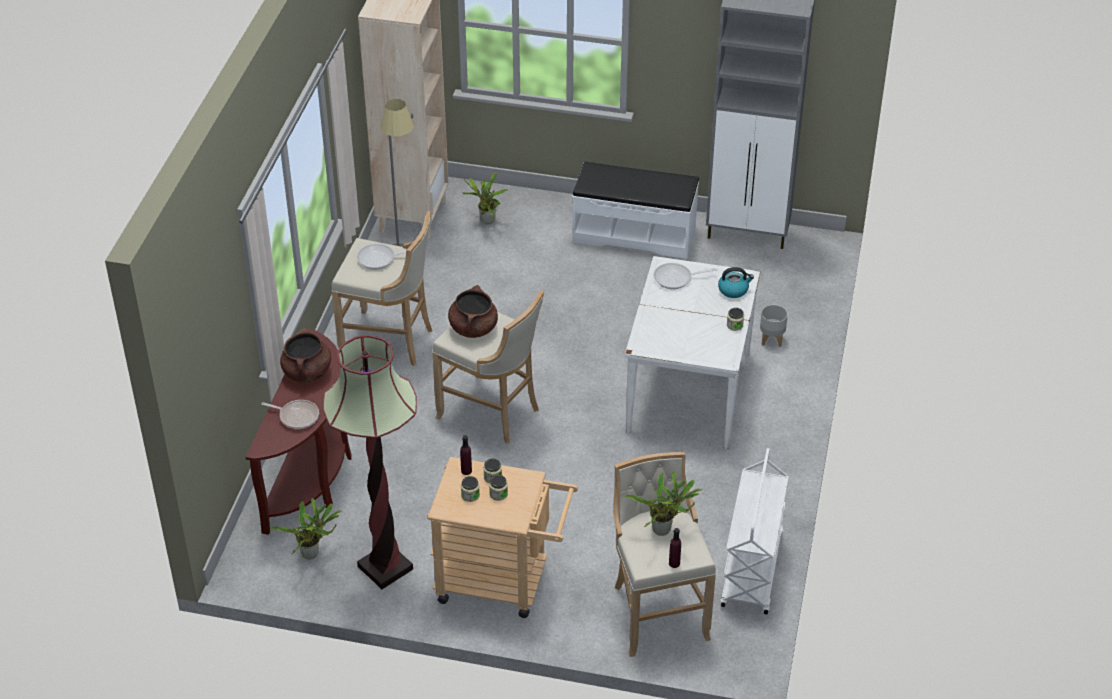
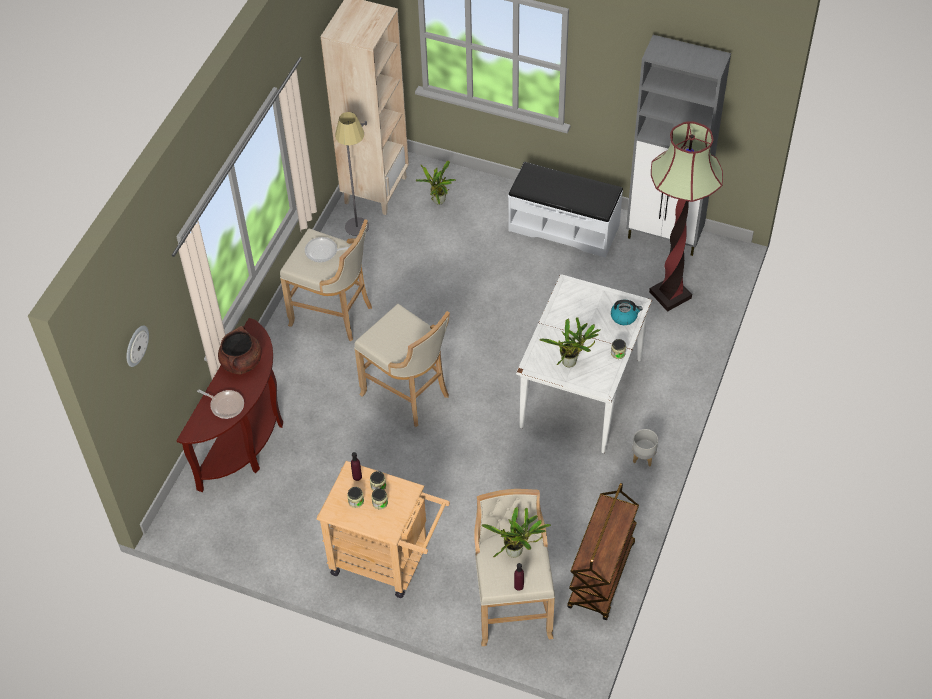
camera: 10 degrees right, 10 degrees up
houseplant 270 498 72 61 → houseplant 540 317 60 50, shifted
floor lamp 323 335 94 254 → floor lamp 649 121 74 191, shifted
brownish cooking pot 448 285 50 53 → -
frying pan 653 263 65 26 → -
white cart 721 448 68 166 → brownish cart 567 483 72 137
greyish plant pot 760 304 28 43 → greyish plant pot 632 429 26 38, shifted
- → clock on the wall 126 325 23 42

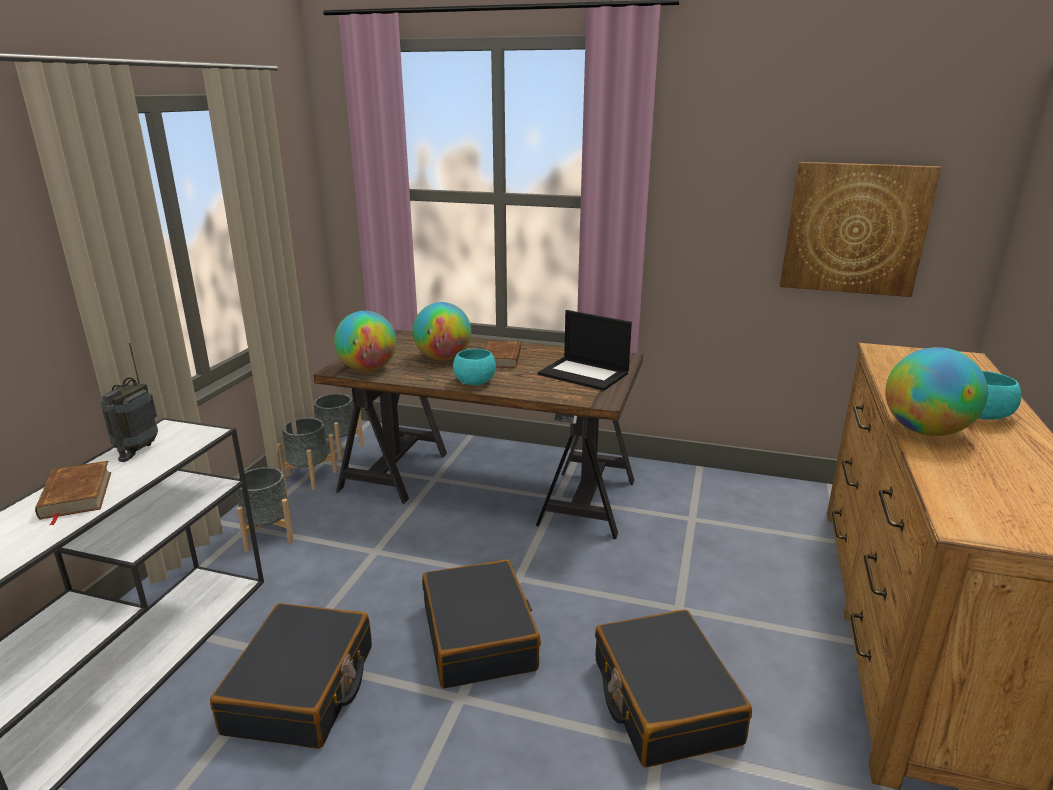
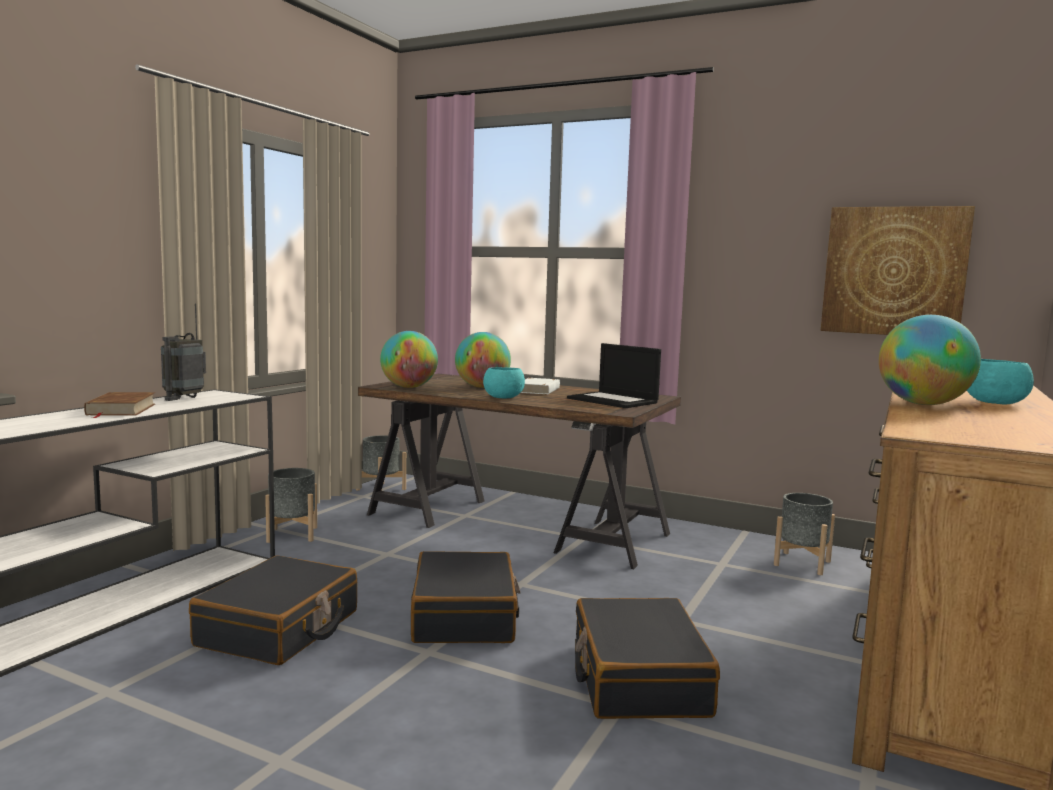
camera: 10 degrees right, 15 degrees down
greyish plant pot 278 418 60 72 → greyish plant pot 774 493 61 82, shifted
brownish bound book 485 341 36 27 → white bound book 521 378 39 16

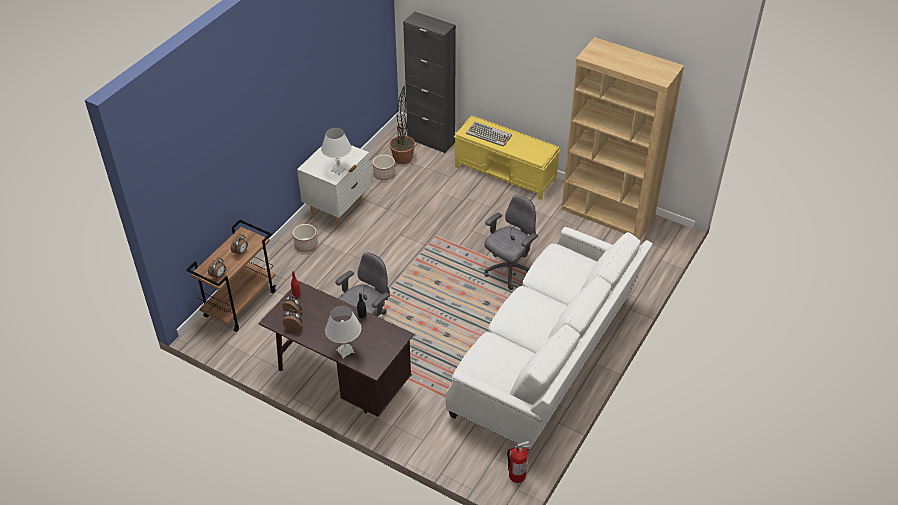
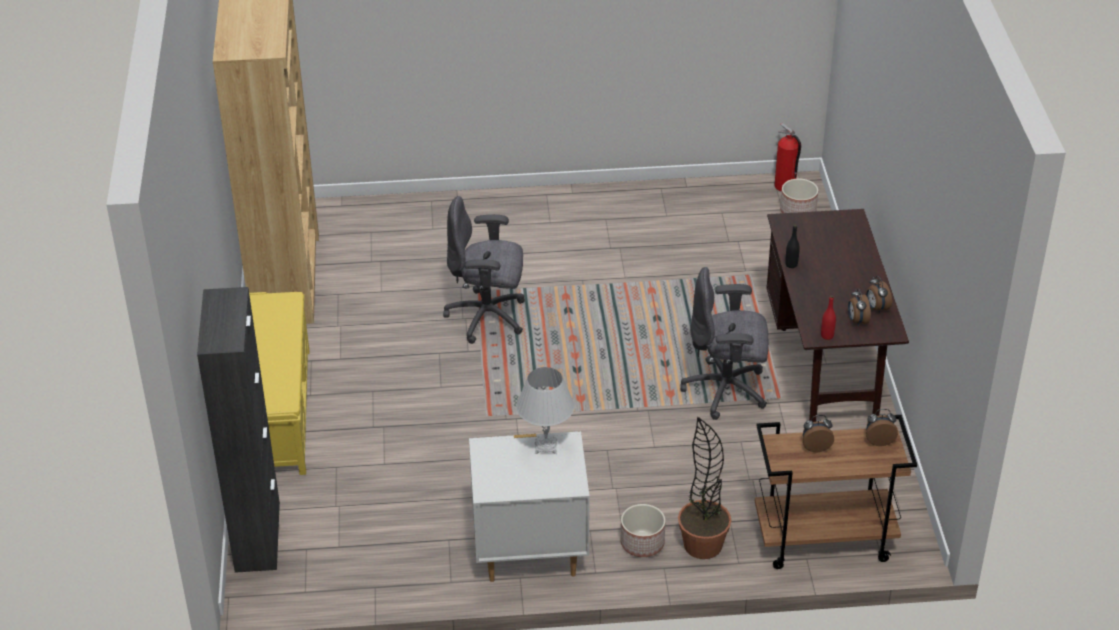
camera: 125 degrees left, 5 degrees down
white lamp for a table 325 306 36 53 → -
plant pot 373 155 22 25 → plant pot 780 178 38 35, shifted
houseplant 389 86 26 78 → houseplant 678 417 54 142, shifted
white settee 445 227 207 224 → -
computer keyboard 466 121 46 26 → -

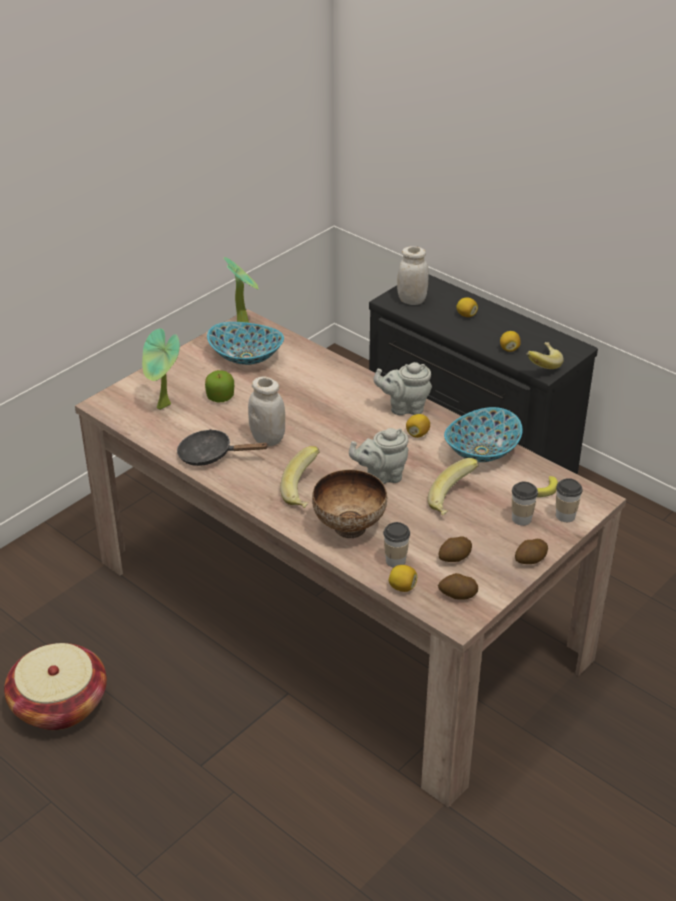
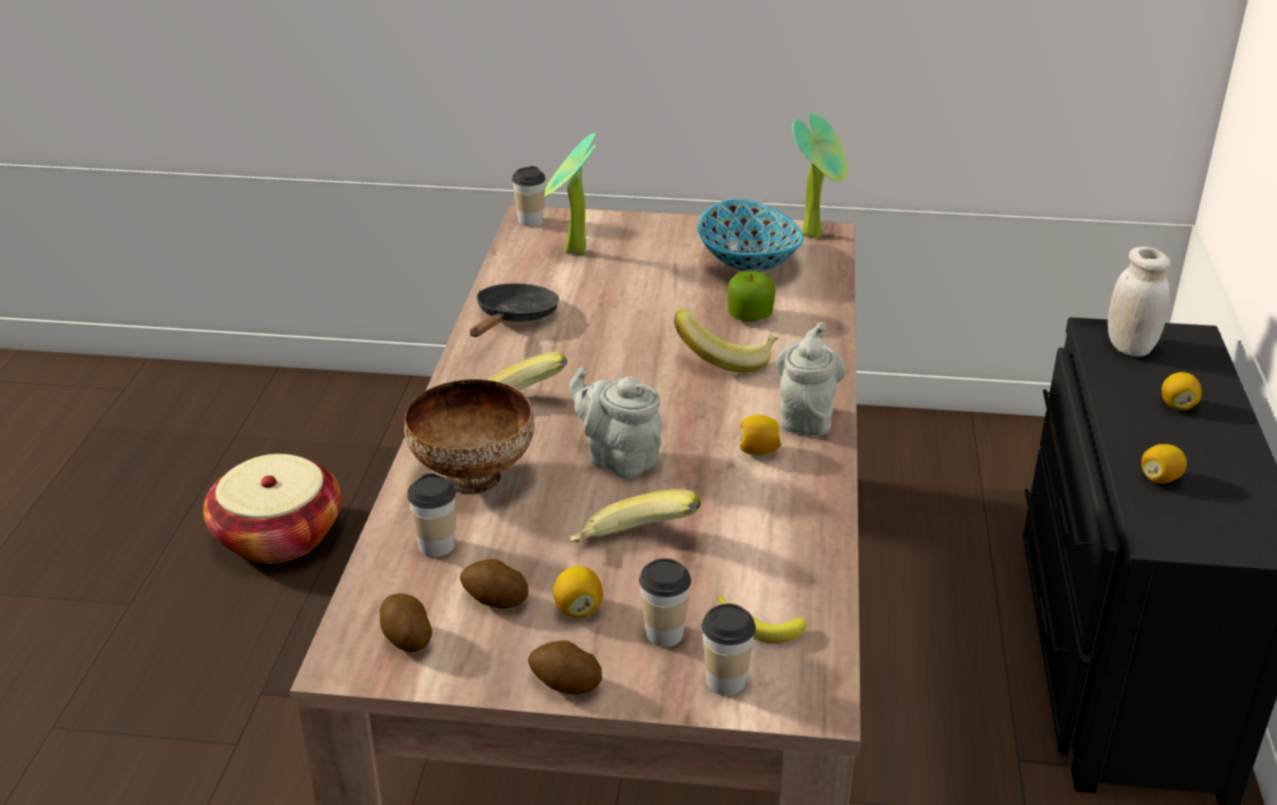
camera: 55 degrees right, 5 degrees down
black-coloured frying pan 177 429 92 37 → black-coloured frying pan 470 283 89 54, 45 degrees clockwise
apple fruit 205 370 29 32 → apple fruit 727 271 48 51, shifted
white jar 248 376 37 70 → -
greyish pot for tea 374 362 58 53 → greyish pot for tea 776 322 69 114, 45 degrees clockwise
whole lemon 389 565 28 27 → whole lemon 553 566 50 52, shifted
serving bowl 444 407 79 55 → -
banana 526 342 38 27 → banana 674 309 105 63, shifted
- → small cup 512 166 33 61

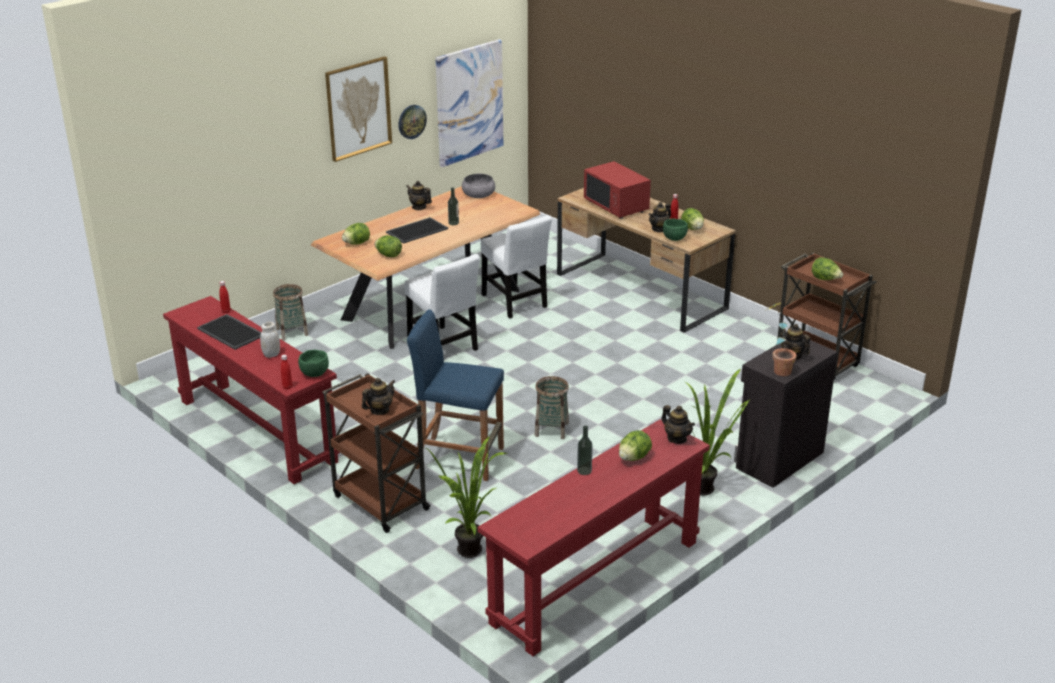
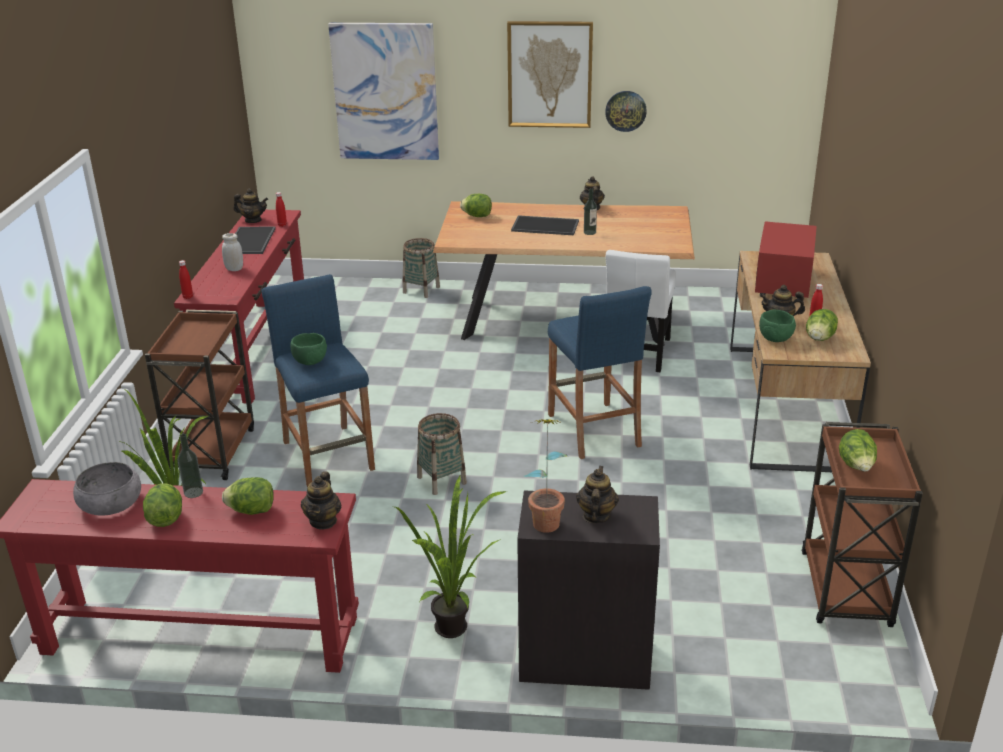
camera: 50 degrees right, 0 degrees up
green-coloured serving bowl 298 349 31 28 → green-coloured serving bowl 290 333 37 32, shifted
pot for tea 362 378 34 37 → pot for tea 233 189 35 34, shifted
lettuce 374 235 28 22 → lettuce 143 483 39 44, shifted
white upright chair 405 254 75 97 → -
wall picture 435 39 68 128 → wall picture 328 23 111 137, shifted
greyish serving bowl 462 173 33 25 → greyish serving bowl 73 462 68 54, shifted
- → blue-coloured stool seat 548 286 104 173

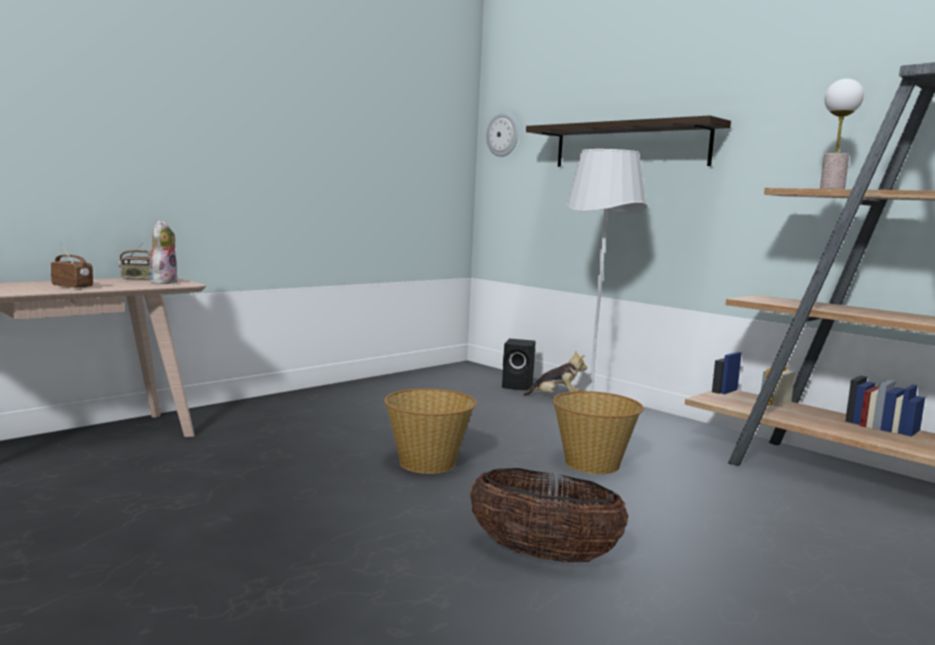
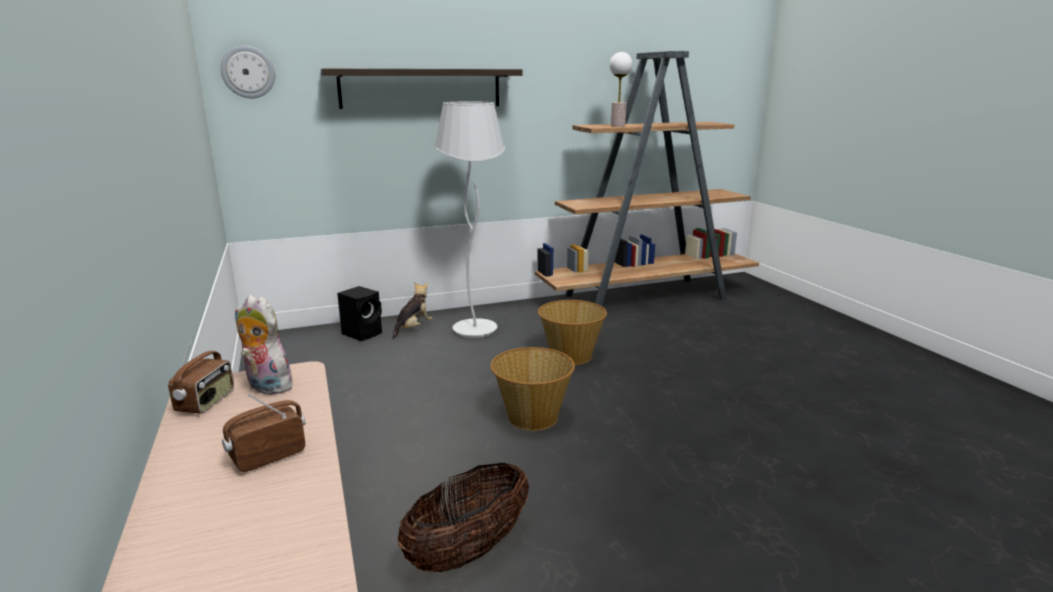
camera: 65 degrees left, 10 degrees up
household basket 470 468 158 95 → household basket 398 463 131 109, shifted

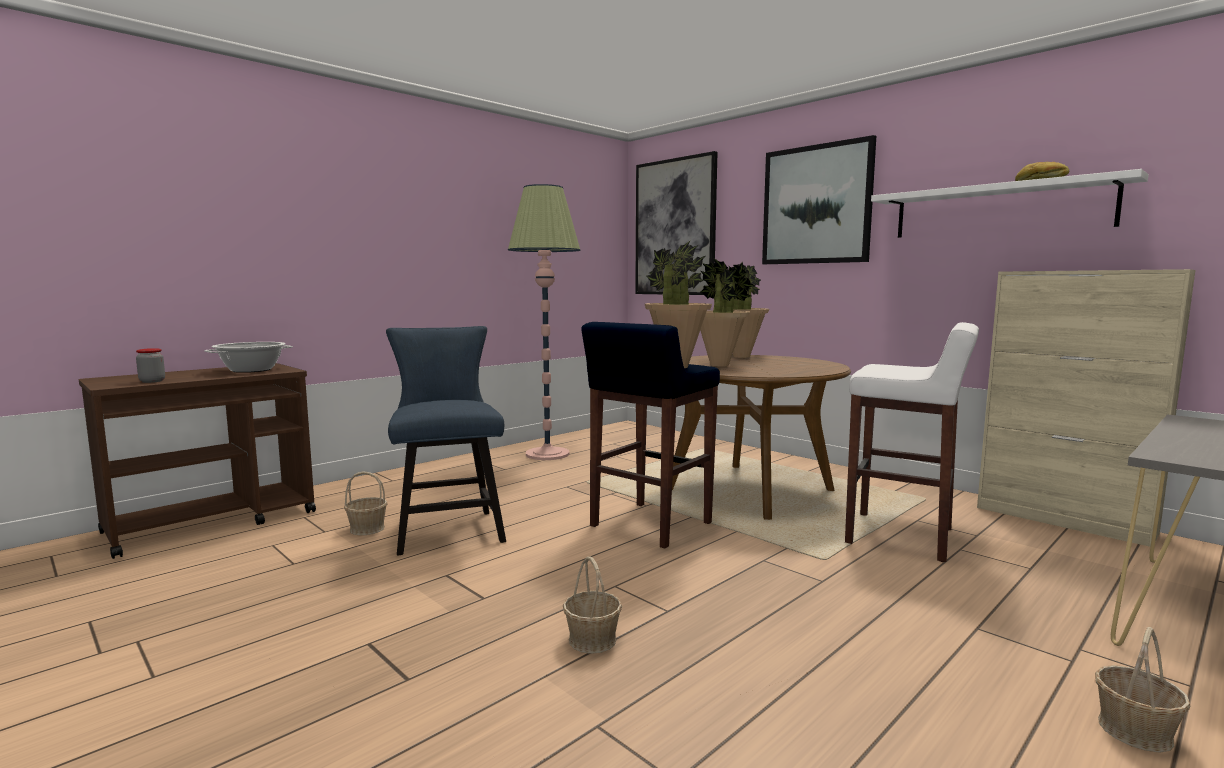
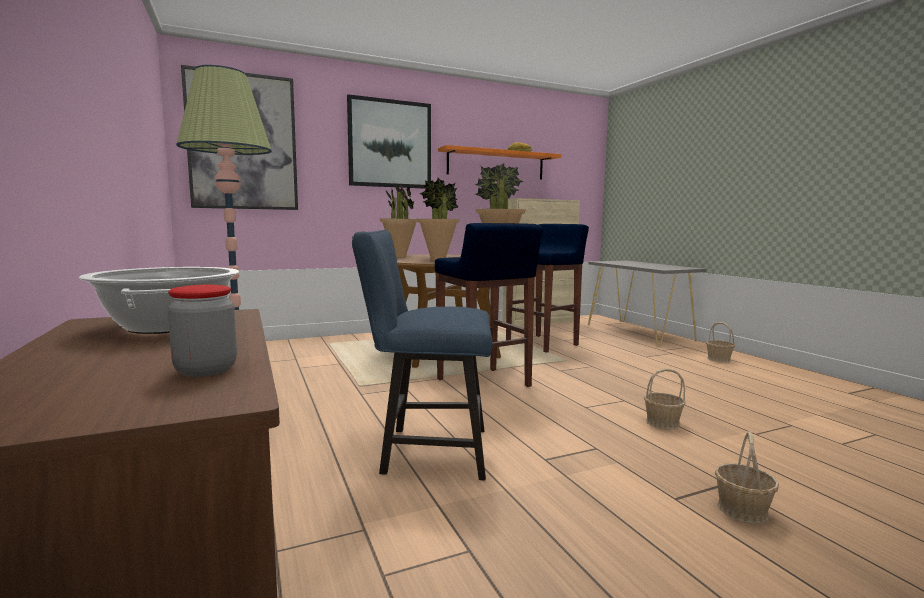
camera: 70 degrees left, 0 degrees up
household basket 344 471 44 64 → household basket 715 431 64 93, shifted
white stool seat 845 322 134 240 → blue-coloured stool seat 506 224 83 129
white bracket shelf 871 169 278 69 → orange bracket shelf 438 145 123 35

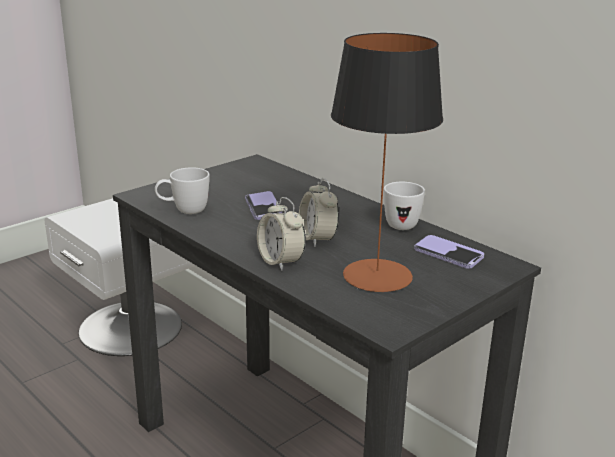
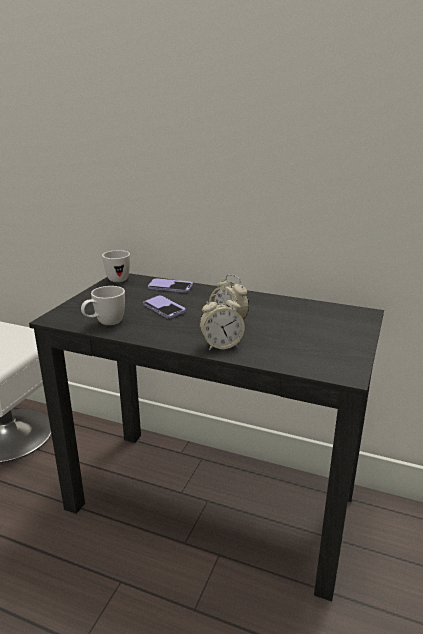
camera: 25 degrees left, 0 degrees up
bedside clock 257 197 49 74 → bedside clock 200 293 45 57, 45 degrees counterclockwise
lamp for a table 331 33 112 259 → -
white mug 384 182 41 48 → white mug 102 250 28 32, shifted
phone 414 235 70 34 → phone 148 278 45 15, shifted

